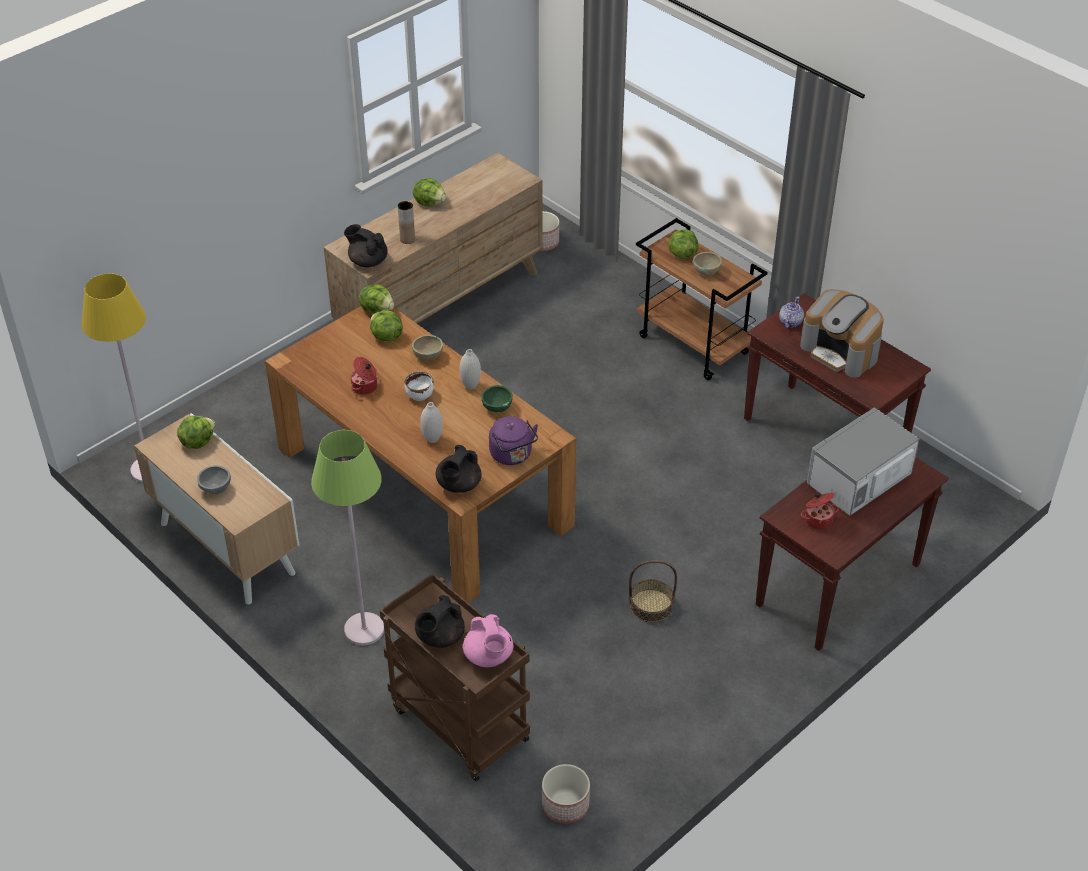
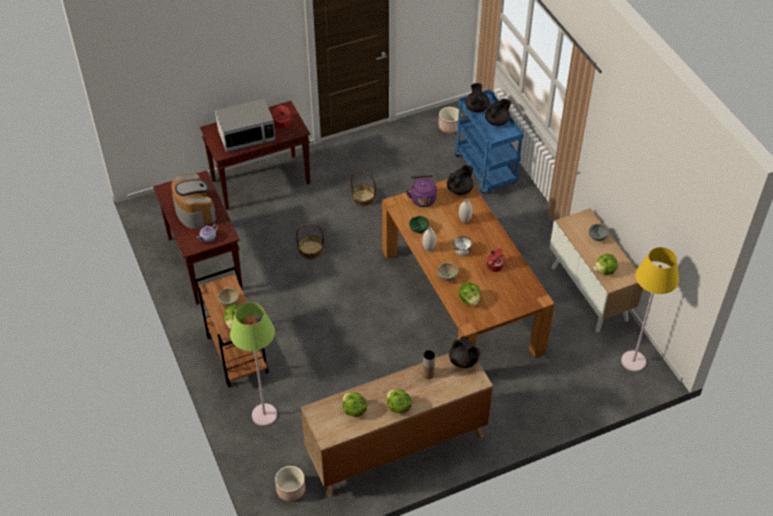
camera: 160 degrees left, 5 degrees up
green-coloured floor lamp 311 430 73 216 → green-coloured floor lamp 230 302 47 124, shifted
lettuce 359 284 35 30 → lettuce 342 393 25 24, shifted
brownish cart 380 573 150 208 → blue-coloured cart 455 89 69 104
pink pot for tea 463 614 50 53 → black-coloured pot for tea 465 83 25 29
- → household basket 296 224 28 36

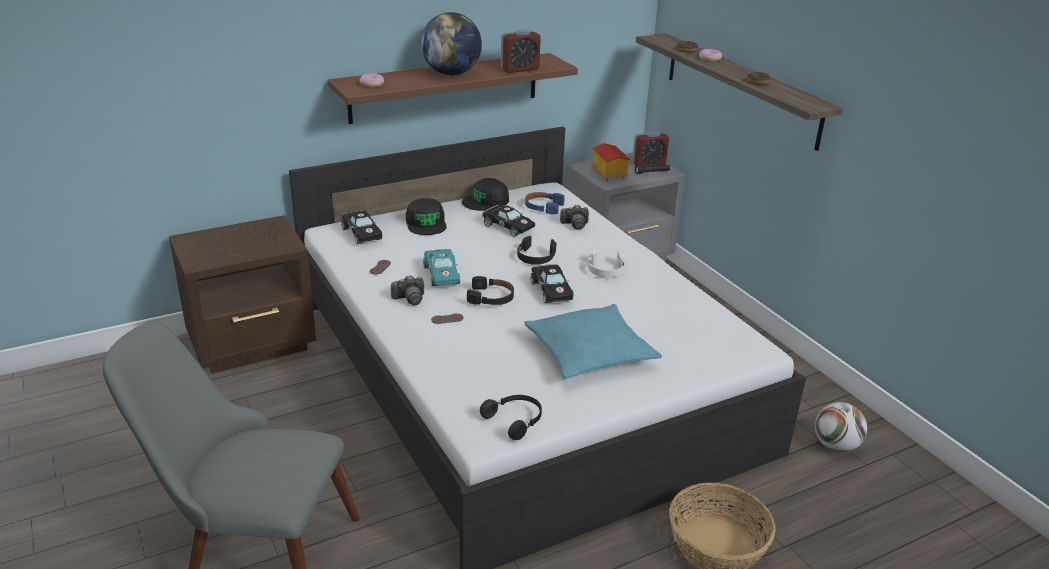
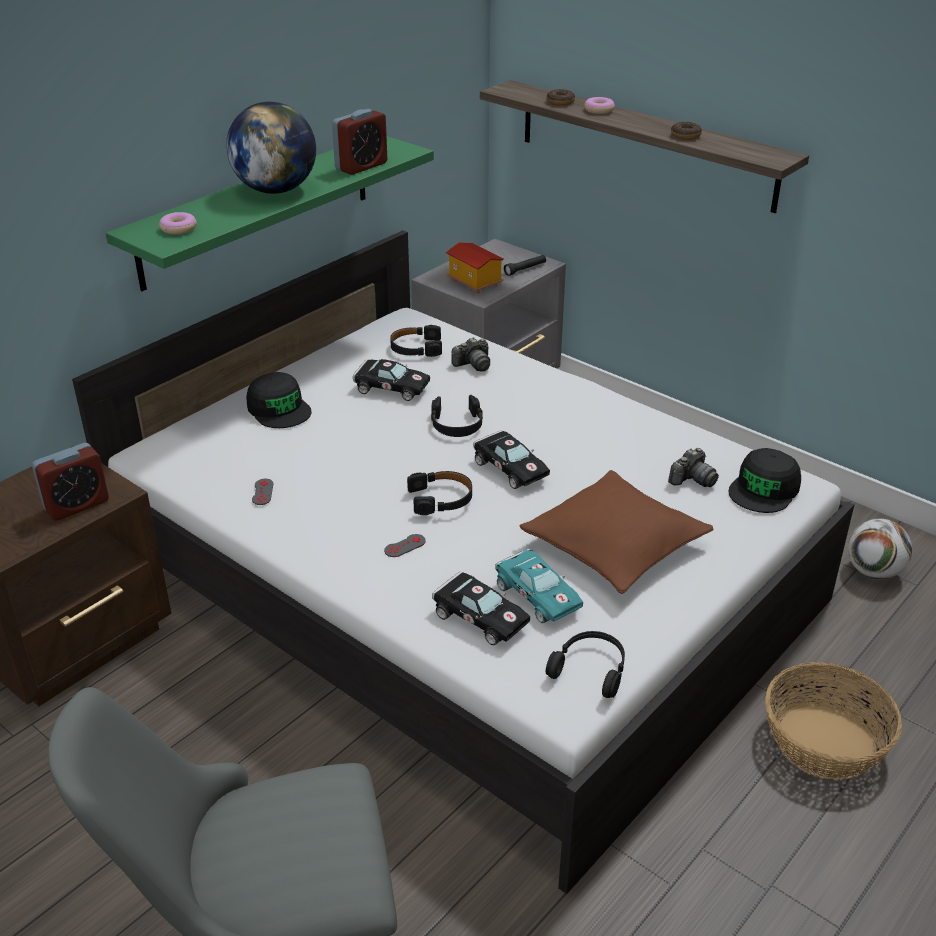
camera: 20 degrees left, 5 degrees up
brownish bracket shelf 328 53 250 71 → green-coloured bracket shelf 106 136 328 155
black-coloured model car 341 210 41 34 → black-coloured model car 432 572 98 73, shifted
still camera 391 275 33 30 → still camera 668 448 51 39, shifted
turquoise model car 423 249 37 37 → turquoise model car 495 549 88 74, shifted
black-coloured cap 462 178 47 33 → black-coloured cap 729 448 72 65, shifted
turquoise throw pillow 524 304 138 75 → brownish throw pillow 520 470 194 124
blue-coloured headphones 525 192 40 22 → black-coloured headphones 390 325 52 32
white headphones 587 248 39 30 → -
bedside clock 632 131 37 35 → bedside clock 32 443 77 78, shifted

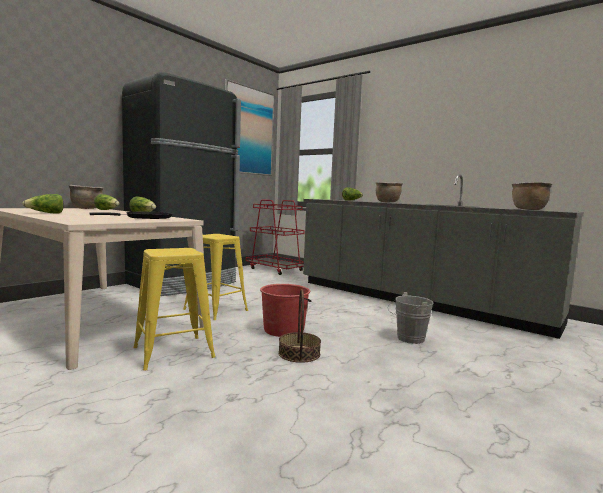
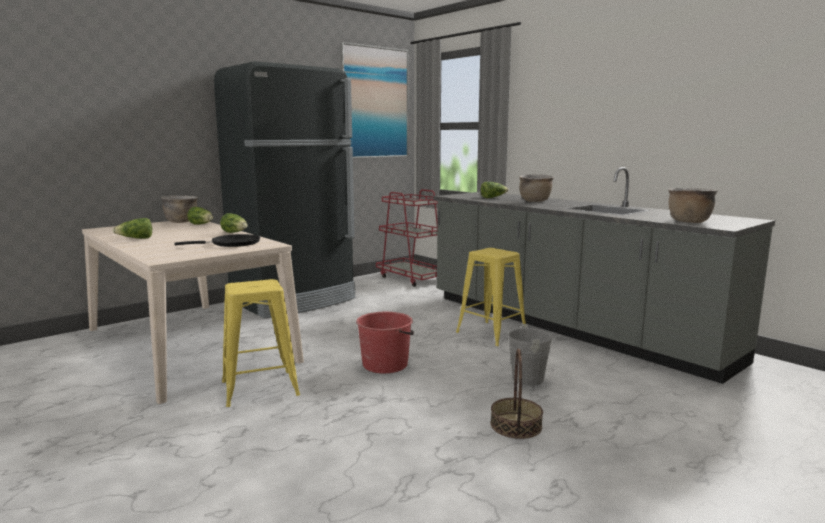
camera: 10 degrees right, 5 degrees up
yellow stool seat 183 234 65 86 → yellow stool seat 456 248 70 98, shifted
household basket 278 289 43 74 → household basket 490 349 53 90, shifted

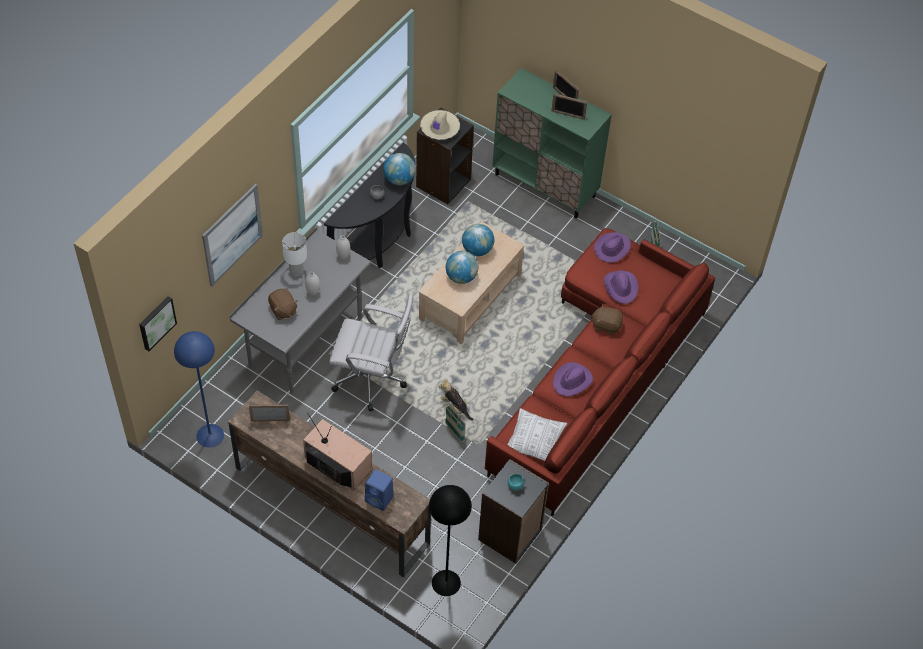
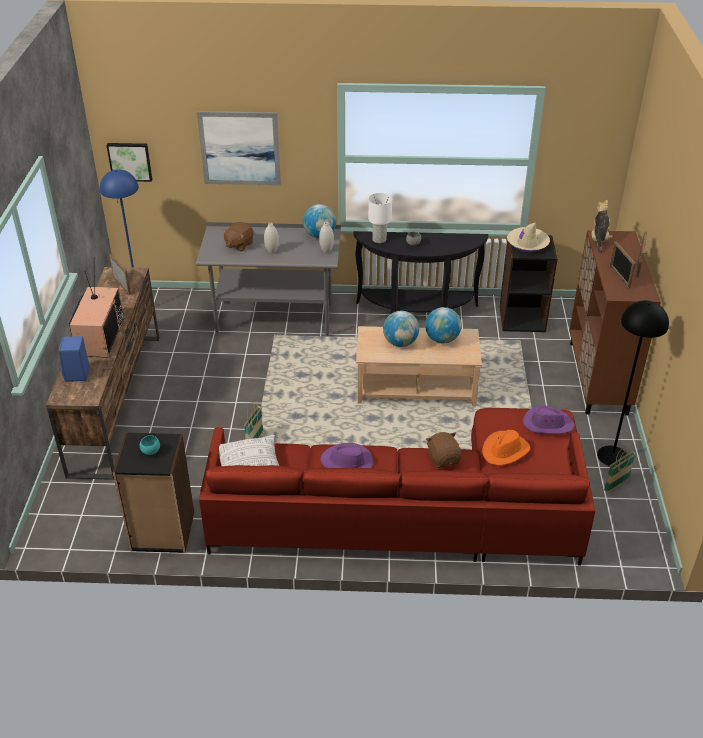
camera: 60 degrees right, 15 degrees down
white lamp for a table 282 232 25 44 → white lamp for a table 368 193 24 50, shifted
white desk chair 329 293 85 118 → -
desk globe 383 153 33 32 → desk globe 303 204 33 34, shifted
black-coloured floor lamp 429 485 43 111 → black-coloured floor lamp 597 300 72 166, shifted
cuddly toy 438 378 36 43 → cuddly toy 591 199 22 55, shifted
green-coloured cabinet 493 68 119 150 → brownish cabinet 569 230 92 186
purplish wearable hat 604 270 35 34 → orange wearable hat 482 430 48 35

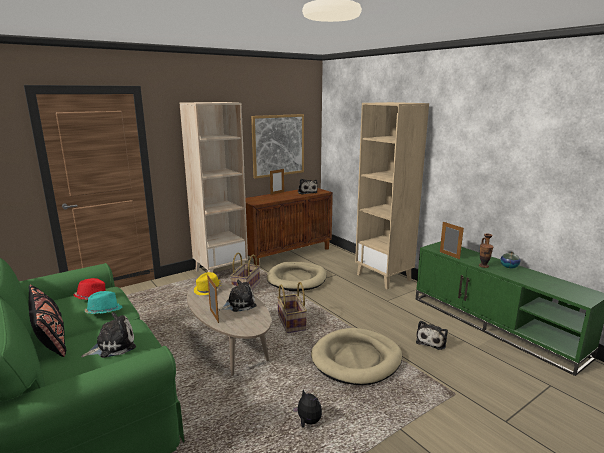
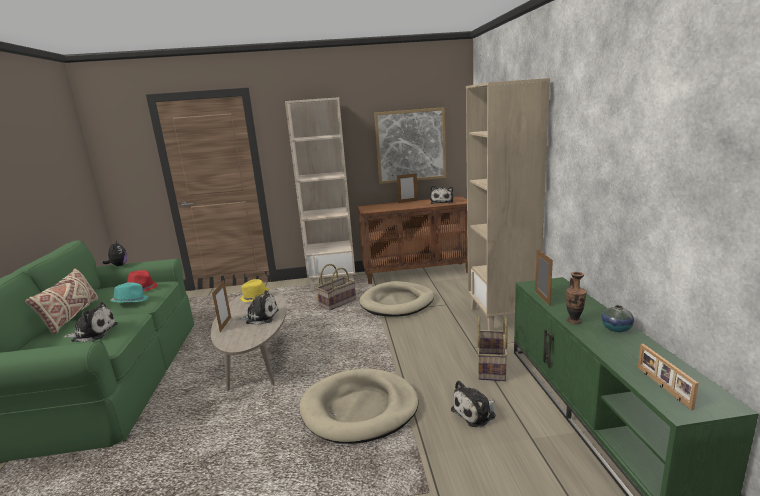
camera: 30 degrees right, 0 degrees up
black-coloured throw pillow 28 285 38 72 → sand-coloured throw pillow 25 268 74 66
household basket 277 282 30 51 → household basket 477 316 30 65, shifted
cuddly toy 293 389 29 39 → cuddly toy 103 240 24 26, shifted
- → standing frame 638 344 61 66

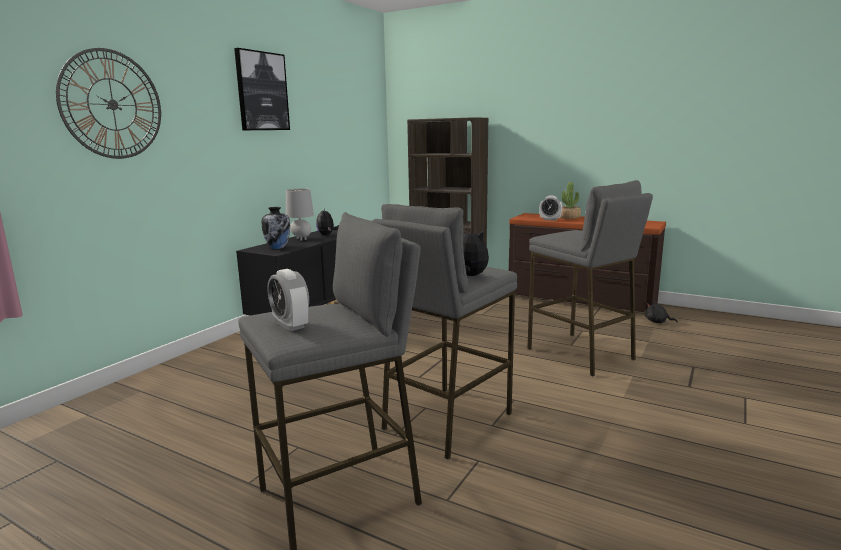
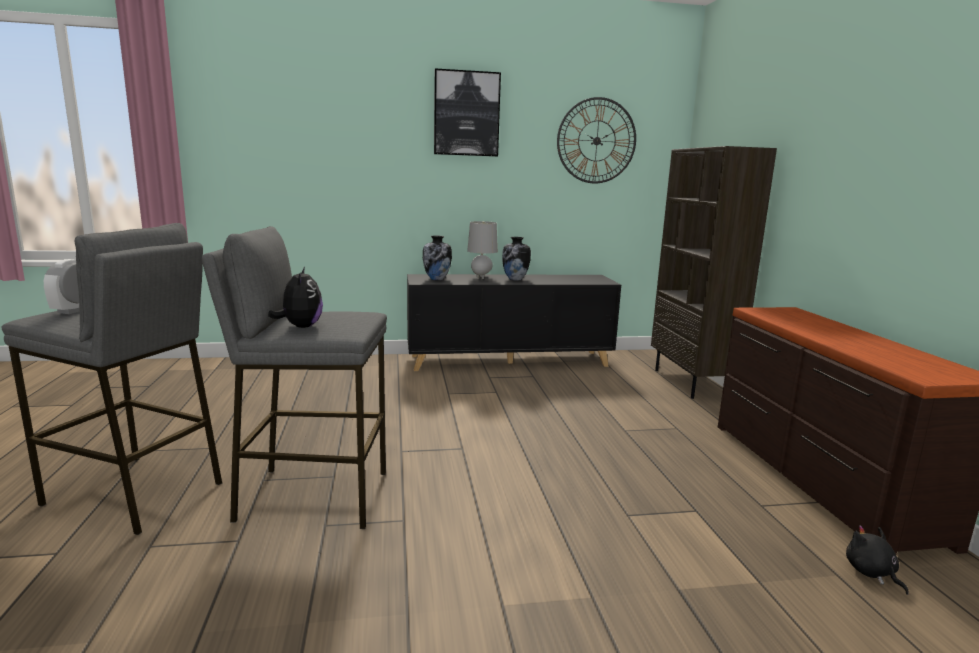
camera: 50 degrees right, 0 degrees up
clock on the wall 56 48 105 111 → clock on the wall 557 97 79 86, shifted
cuddly toy 316 209 23 26 → decorative vase 502 237 29 44
greyish stool seat 527 180 126 196 → -
bedside clock 539 196 23 25 → -
houseplant 560 182 21 37 → -

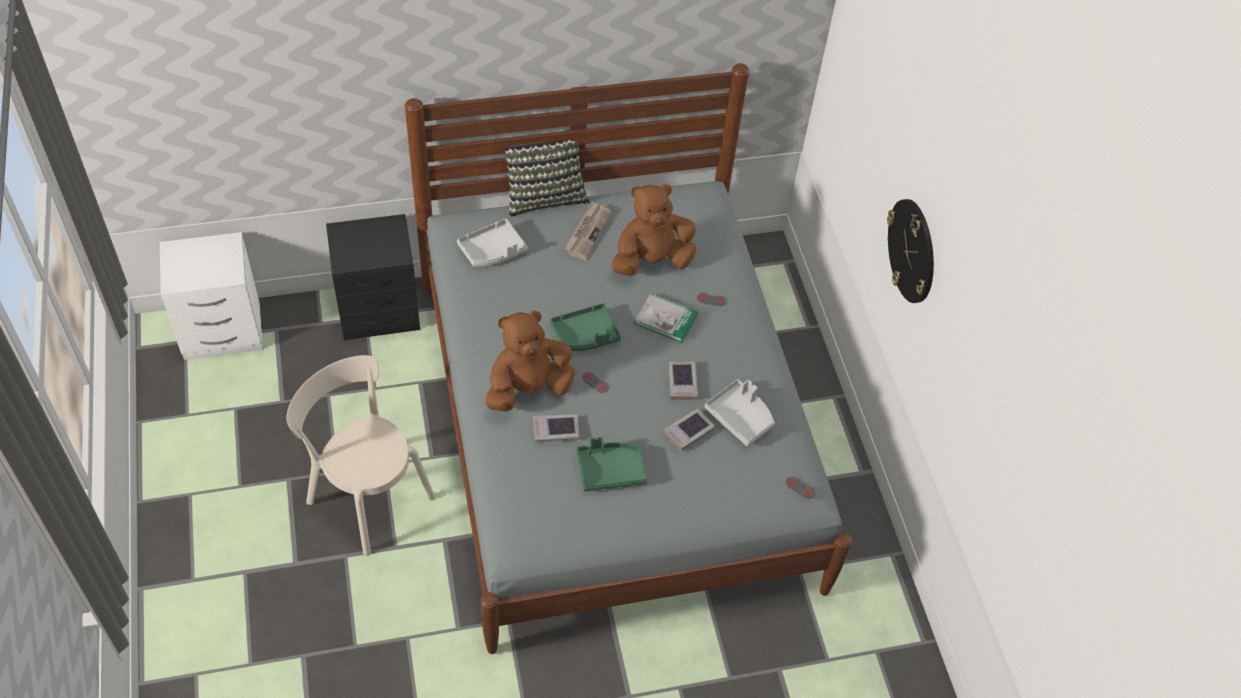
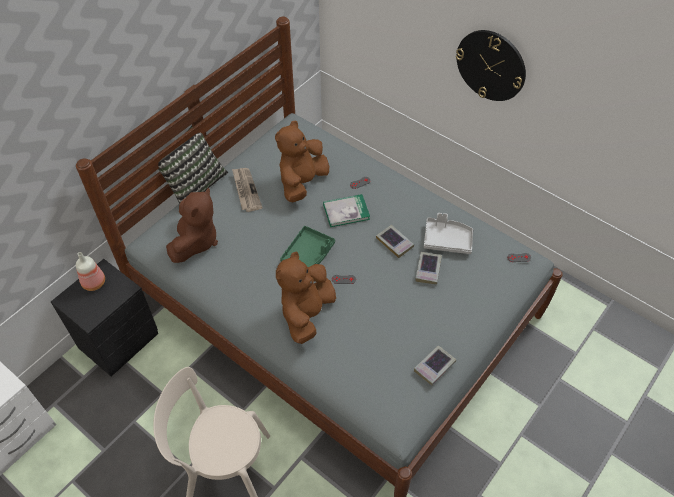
camera: 35 degrees left, 0 degrees up
greyish serving tray 457 219 71 48 → brownish cuddly toy 166 188 52 75
bound book 533 414 47 29 → bound book 414 345 42 40, shifted
green-coloured serving tray 576 437 71 54 → -
- → beverage bottle 76 252 29 39

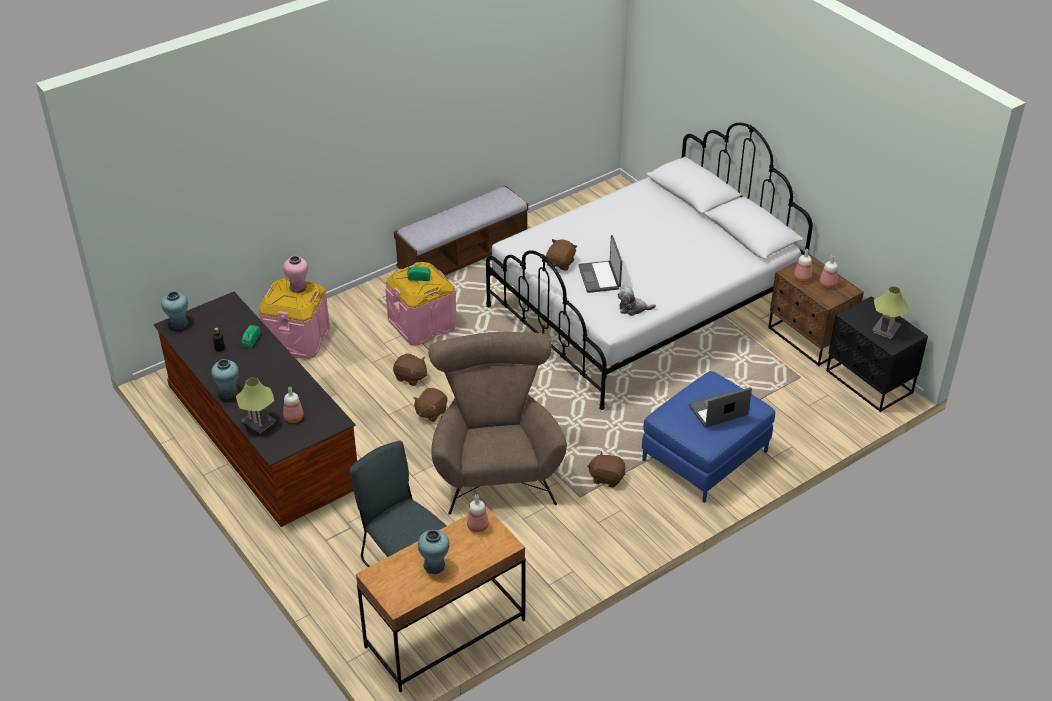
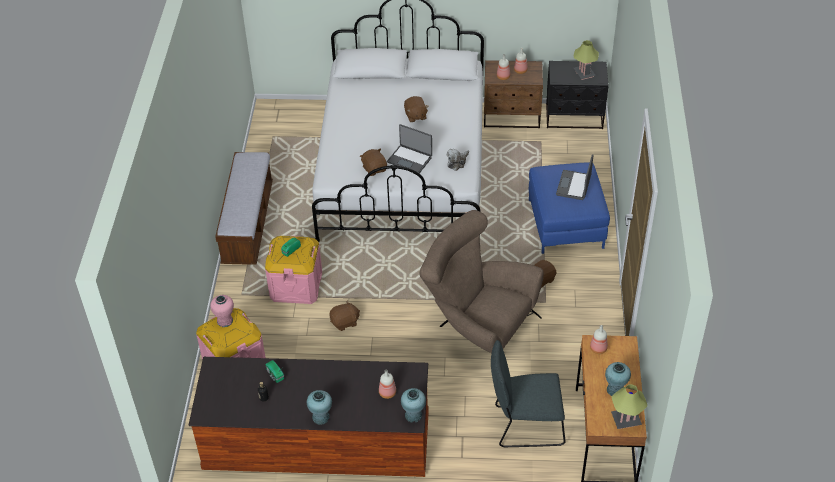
camera: 50 degrees left, 5 degrees up
turquoise decorative vase 161 291 27 39 → turquoise decorative vase 401 388 25 35, shifted
lamp for a table 236 378 41 55 → lamp for a table 611 384 36 45, shifted
brownish cuddly toy 413 388 35 34 → brownish cuddly toy 404 96 24 26, shifted

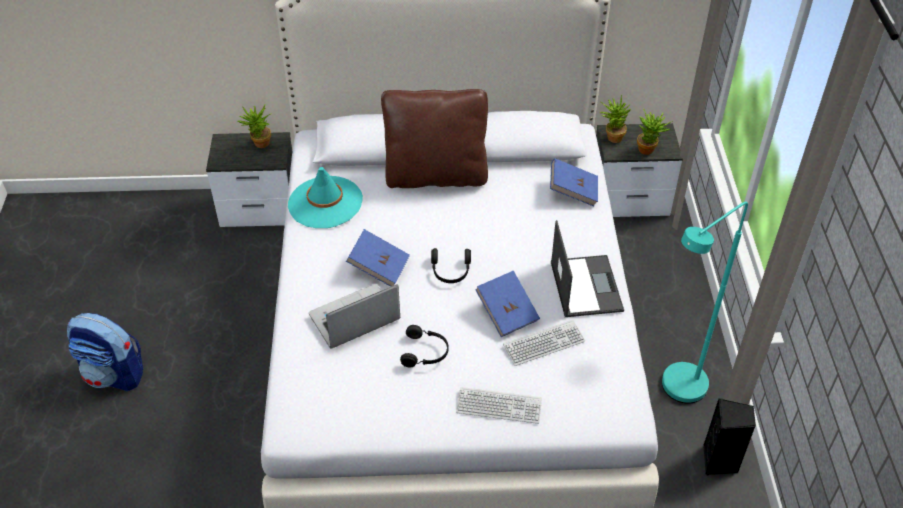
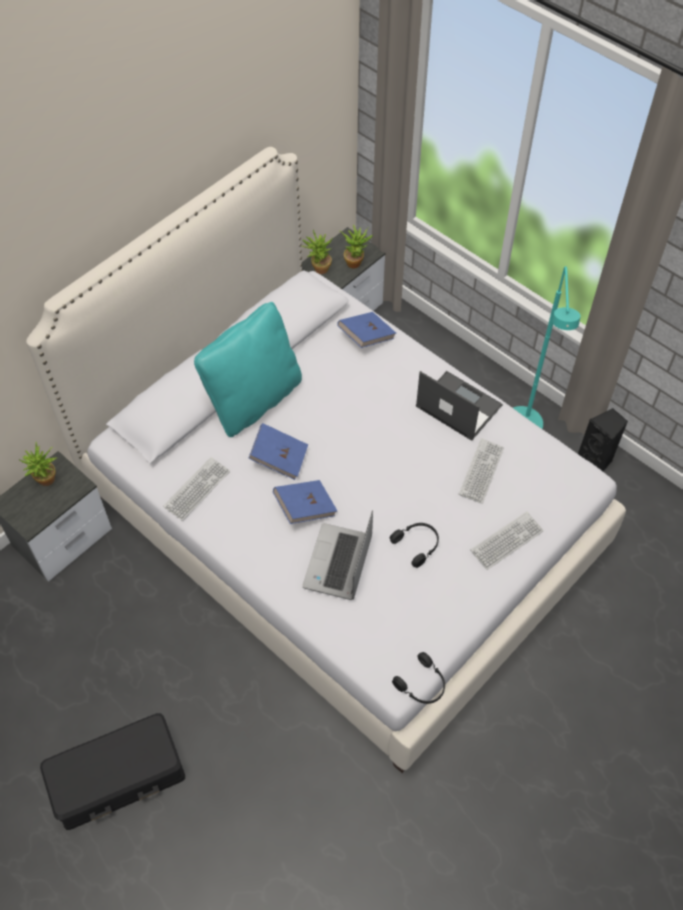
camera: 45 degrees left, 10 degrees up
rucksack 67 313 76 78 → black-coloured storage container 40 713 145 117
turquoise wearable hat 288 167 75 61 → computer keyboard 163 457 67 64
brownish throw pillow 381 89 107 99 → turquoise throw pillow 194 302 108 135
black-coloured headphones 431 248 40 35 → black-coloured headphones 392 652 53 52, shifted
blue-coloured bound book 475 271 65 66 → blue-coloured bound book 248 423 60 57, shifted

